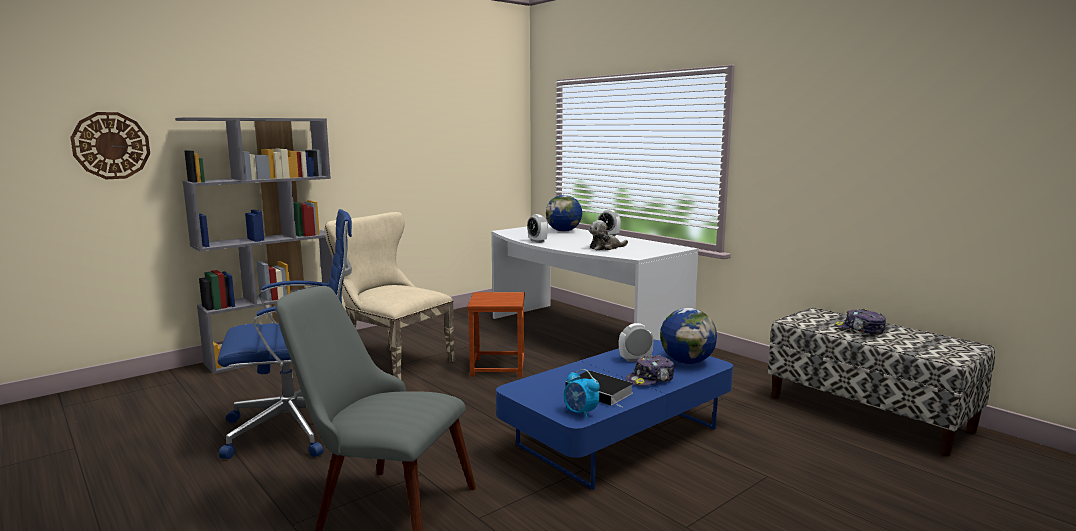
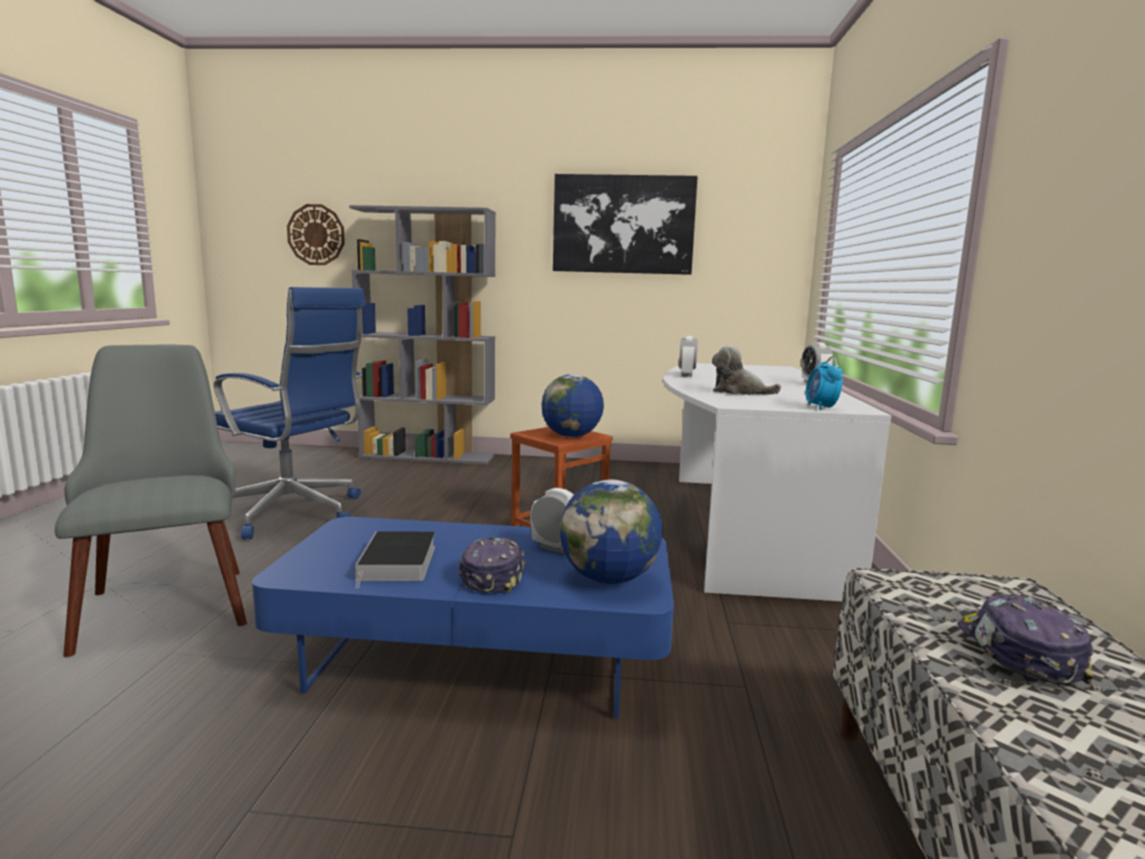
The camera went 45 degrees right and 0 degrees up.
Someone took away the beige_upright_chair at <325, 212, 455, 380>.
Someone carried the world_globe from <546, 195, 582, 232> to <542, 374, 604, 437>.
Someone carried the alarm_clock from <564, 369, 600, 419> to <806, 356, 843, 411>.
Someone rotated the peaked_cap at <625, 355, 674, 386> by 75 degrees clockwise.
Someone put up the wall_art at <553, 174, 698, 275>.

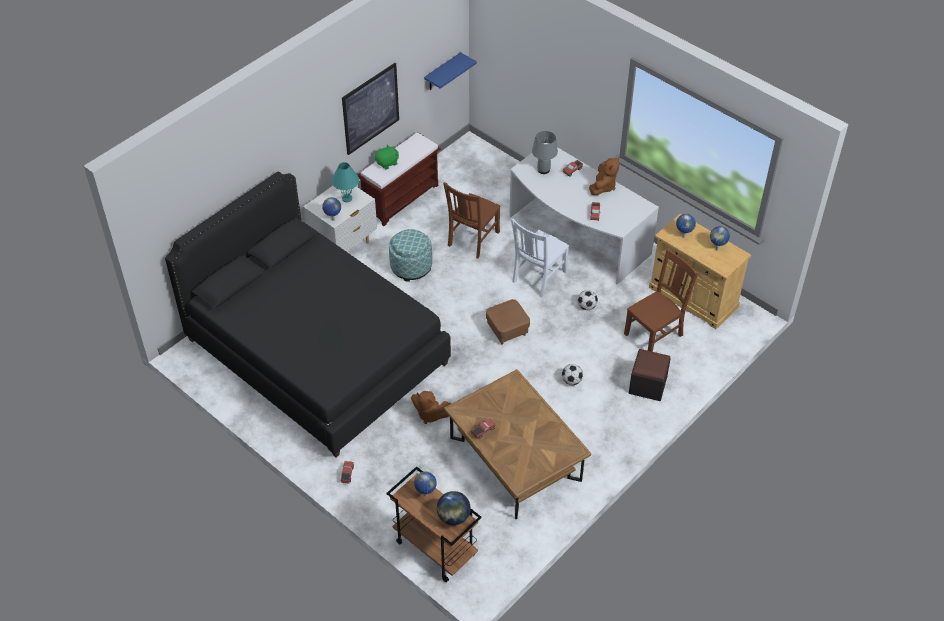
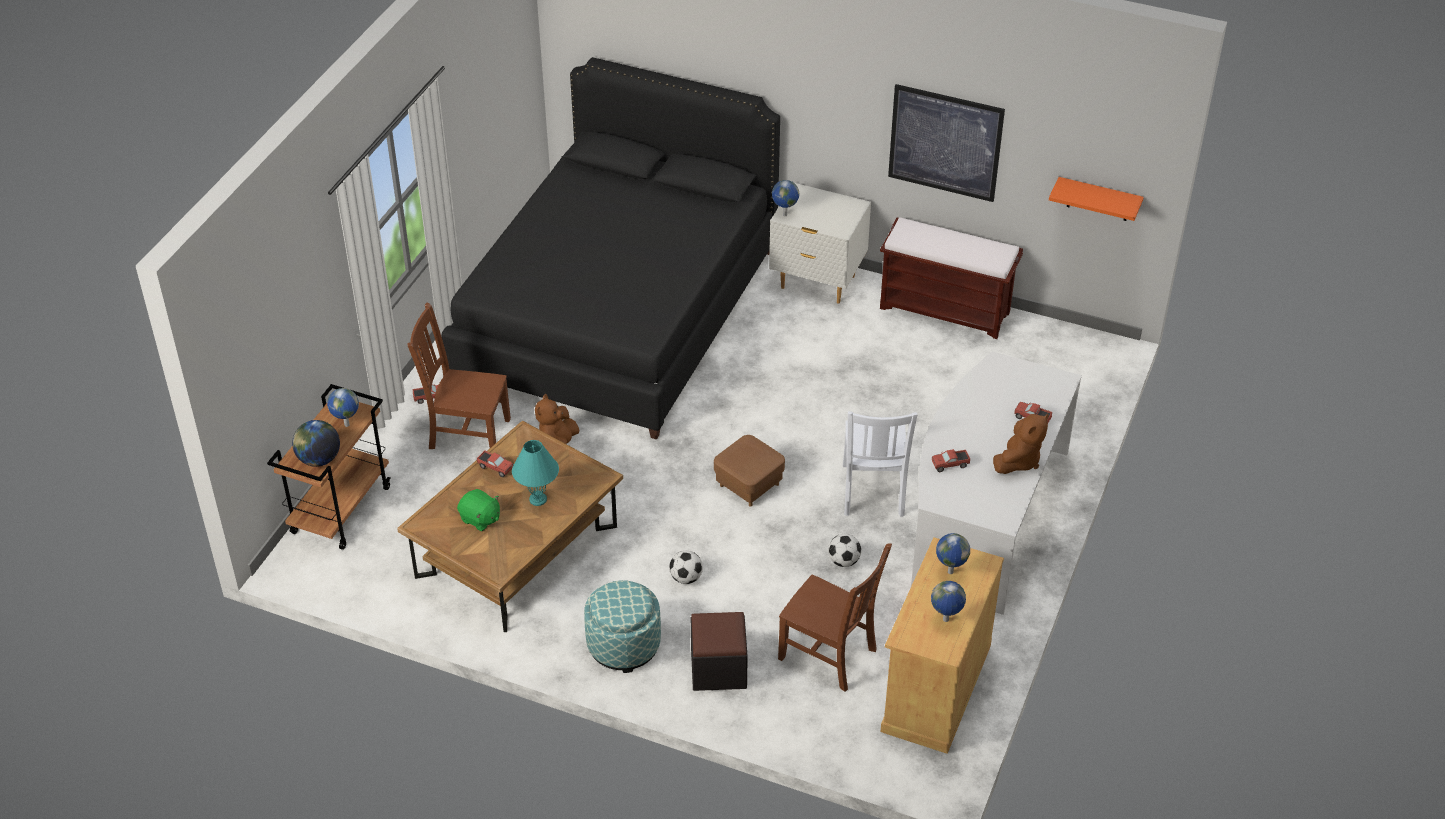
The camera went 70 degrees right and 5 degrees down.
Someone carried the turquoise-coloured_table_lamp from <331, 162, 359, 202> to <512, 440, 559, 506>.
Someone carried the green_cuddly_toy from <375, 145, 399, 169> to <457, 489, 500, 531>.
Someone carried the pouffe from <389, 229, 432, 282> to <584, 580, 661, 673>.
Someone repainted the blue_shelf at <424, 52, 477, 90>, which became the orangey_shelf at <1049, 177, 1144, 221>.
Someone carried the brown-coloured_upright_chair from <443, 182, 500, 259> to <408, 303, 511, 449>.
Someone rotated the white-coloured_upright_chair at <511, 218, 569, 298> by 105 degrees counterclockwise.
Someone took away the greyish_table_lamp at <532, 131, 558, 174>.
Someone rotated the brown-coloured_cuddly_toy at <589, 157, 620, 195> by 60 degrees counterclockwise.

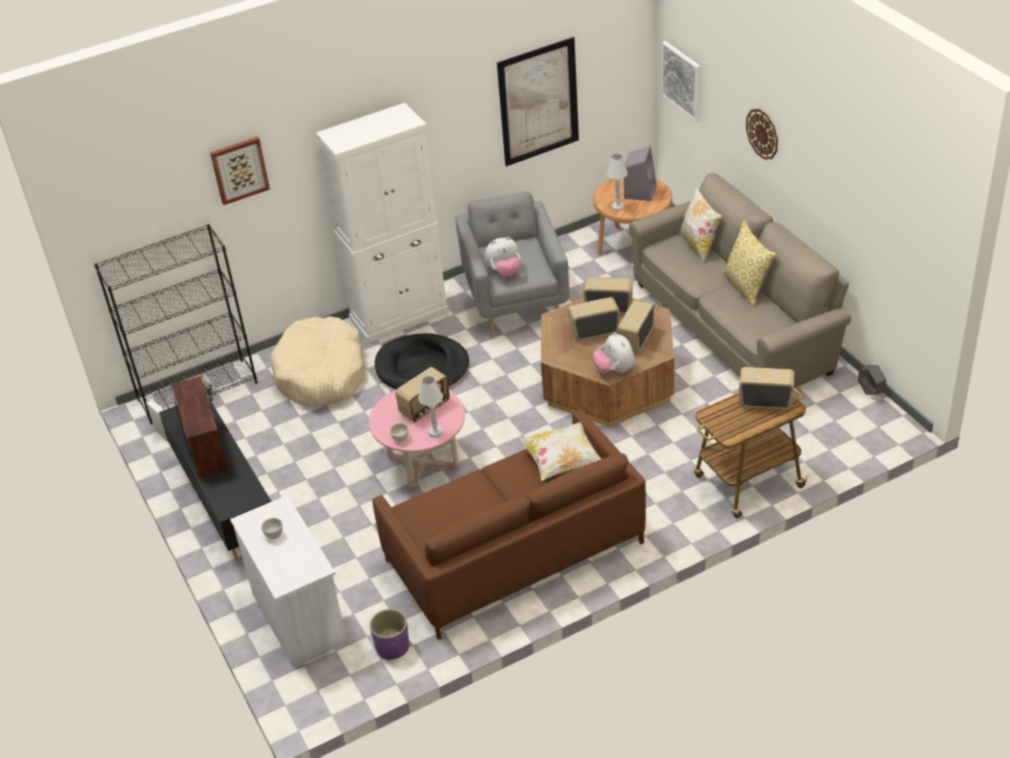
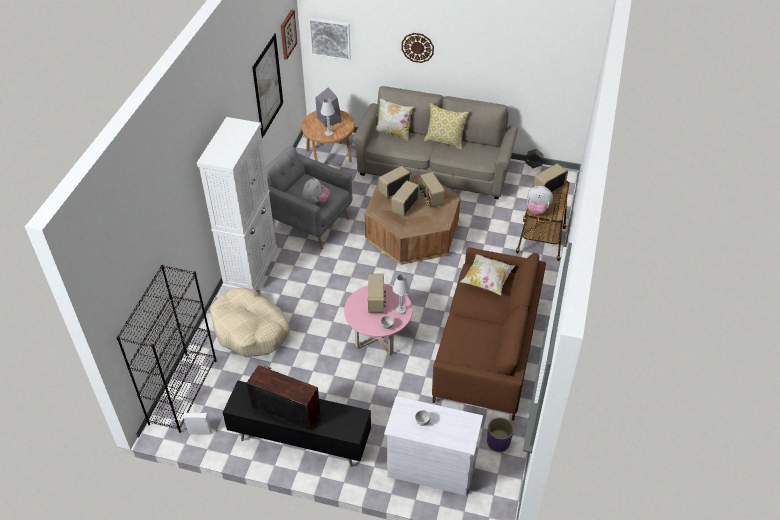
The camera went 50 degrees left and 5 degrees up.
Someone carried the wall_art from <210, 137, 270, 205> to <281, 9, 297, 60>.
Someone took away the black-coloured_dog_cushion at <375, 333, 469, 390>.
Someone carried the cuddly_toy from <593, 332, 635, 374> to <527, 186, 553, 215>.

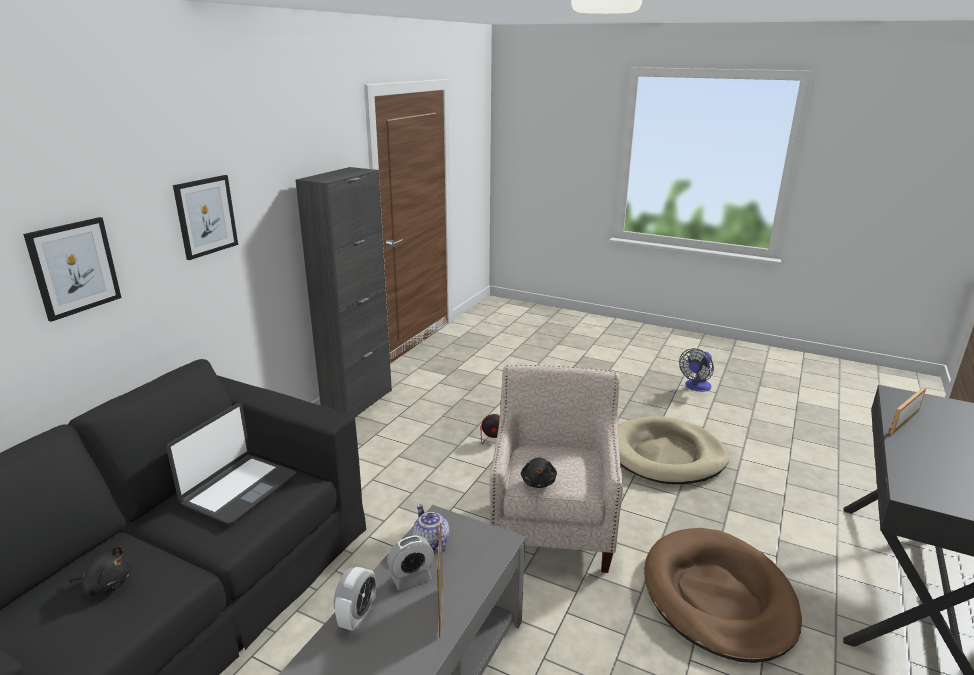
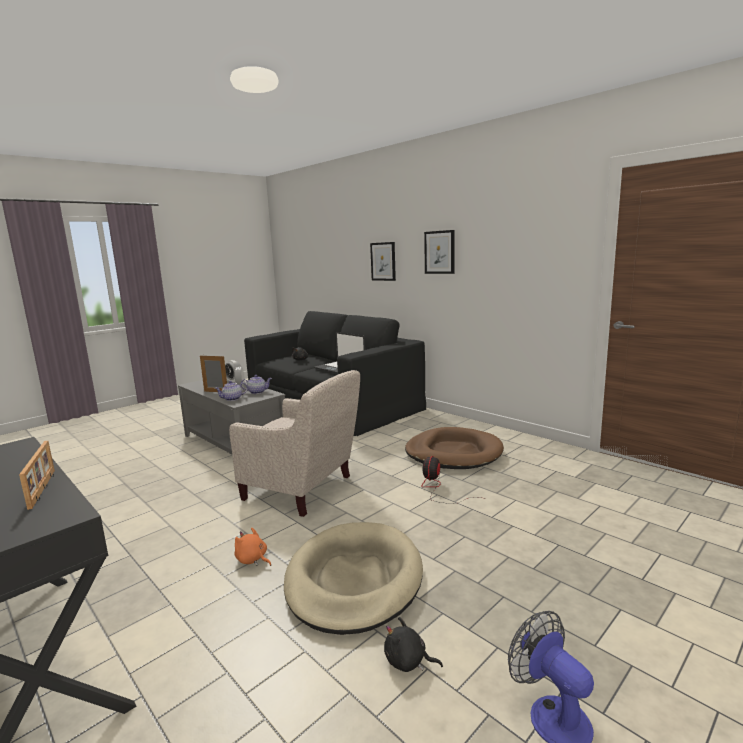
The camera went 110 degrees right and 10 degrees down.
Someone took away the black-coloured_storage_cabinet at <296, 167, 392, 417>.
Someone carried the black-coloured_cuddly_toy from <521, 457, 557, 488> to <384, 617, 443, 672>.
Someone carried the brown-coloured_dog_cushion from <644, 528, 802, 663> to <405, 427, 504, 469>.
Someone put down the tea_pot at <214, 381, 248, 401>.
Someone put down the orangey_cuddly_toy at <234, 527, 271, 566>.

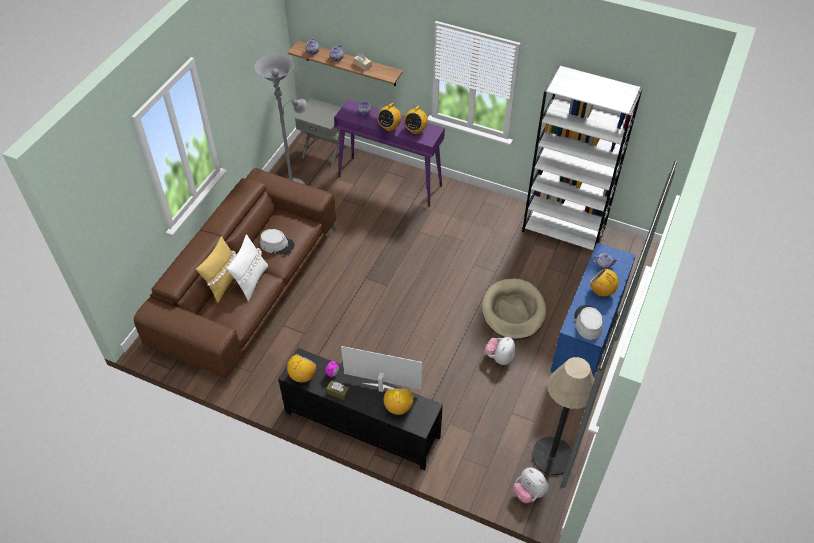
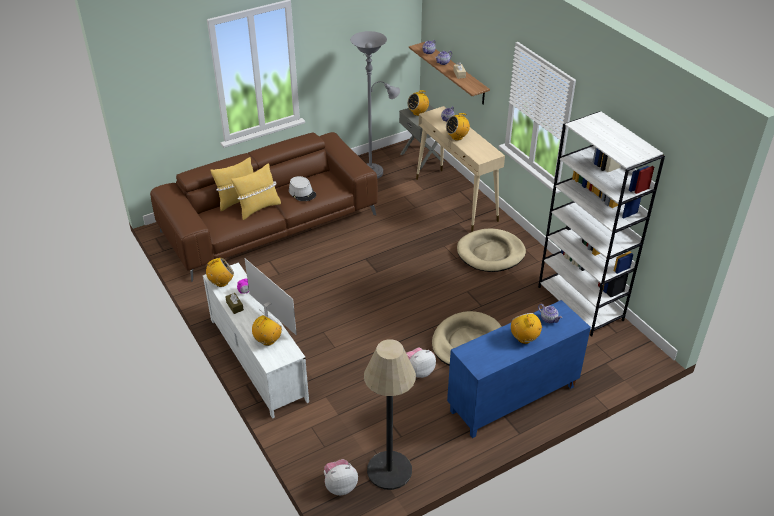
The camera went 35 degrees right and 10 degrees down.
Someone repainted the white-coloured_throw_pillow at <227, 234, 268, 301>, which became the yellow_throw_pillow at <231, 163, 281, 220>.
Someone repainted the black-coloured_tv_stand at <278, 348, 443, 470>, which became the white-coloured_tv_stand at <203, 263, 309, 419>.
Someone repainted the purple_console_table at <334, 99, 445, 207>, which became the beige_console_table at <416, 106, 505, 232>.
Someone carried the radio_receiver from <404, 106, 428, 134> to <407, 90, 429, 116>.
Someone rotated the cuddly_toy at <513, 467, 549, 503> by 75 degrees clockwise.
Someone took away the greyish_clothing_hat at <574, 305, 603, 340>.
Someone put down the beige_dog_cushion at <457, 228, 526, 272>.

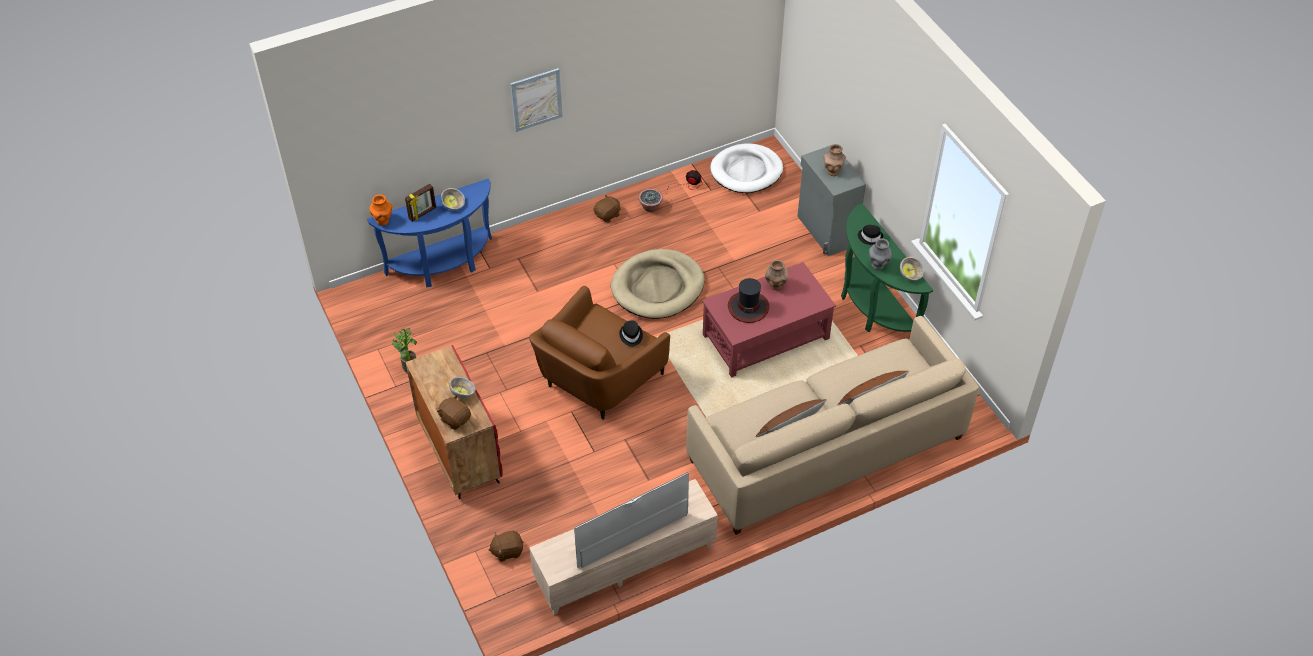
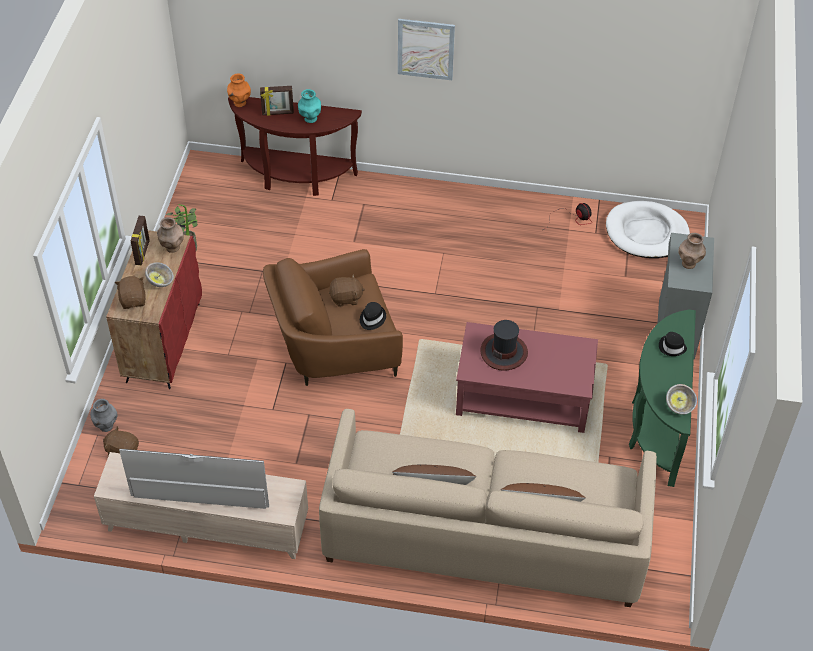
The camera went 35 degrees right and 0 degrees up.
Someone repainted the blue_console_table at <367, 179, 492, 287>, which became the brown-coloured_console_table at <228, 97, 362, 196>.
Someone swapped the bowl at <441, 188, 465, 210> for the turquoise-coloured_vase at <298, 89, 321, 123>.
Someone carried the brown-coloured_cuddly_toy from <594, 194, 621, 223> to <329, 274, 365, 307>.
Someone took away the beige_dog_cushion at <611, 249, 705, 319>.
Someone took away the houseplant at <639, 189, 663, 212>.
Someone carried the brown-coloured_vase from <765, 260, 788, 290> to <157, 217, 184, 253>.
Someone carried the greyish_vase from <869, 238, 892, 270> to <90, 399, 118, 432>.
Someone put down the photo_frame at <131, 216, 150, 265>.

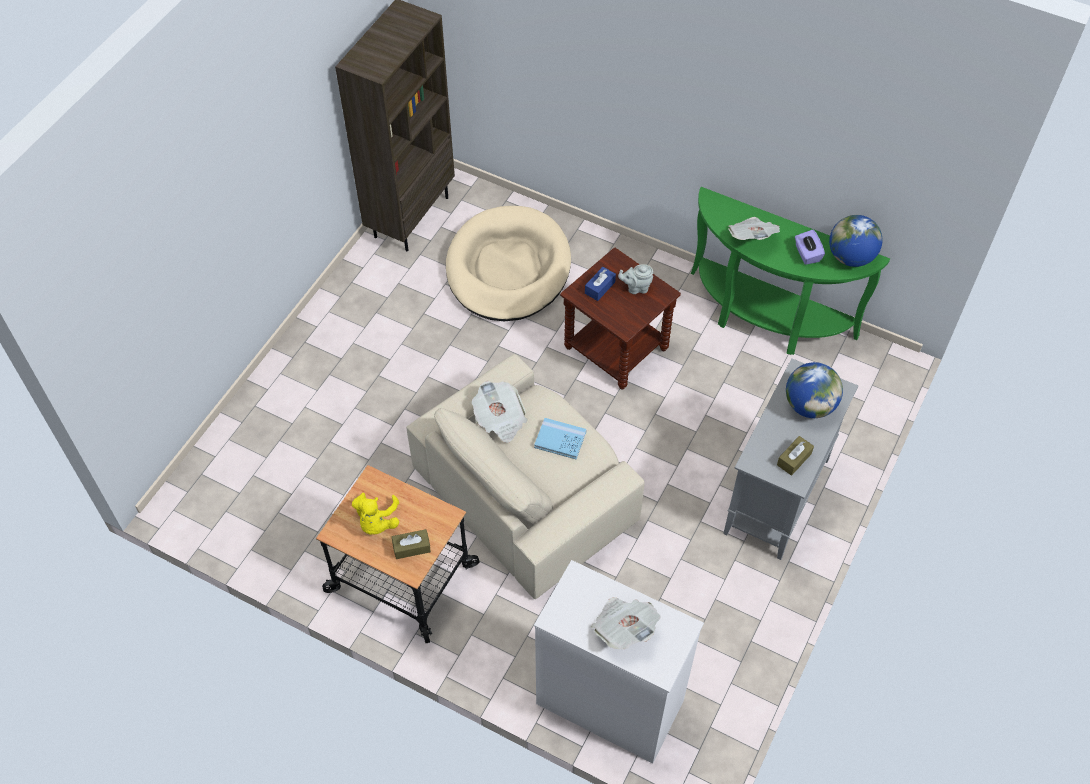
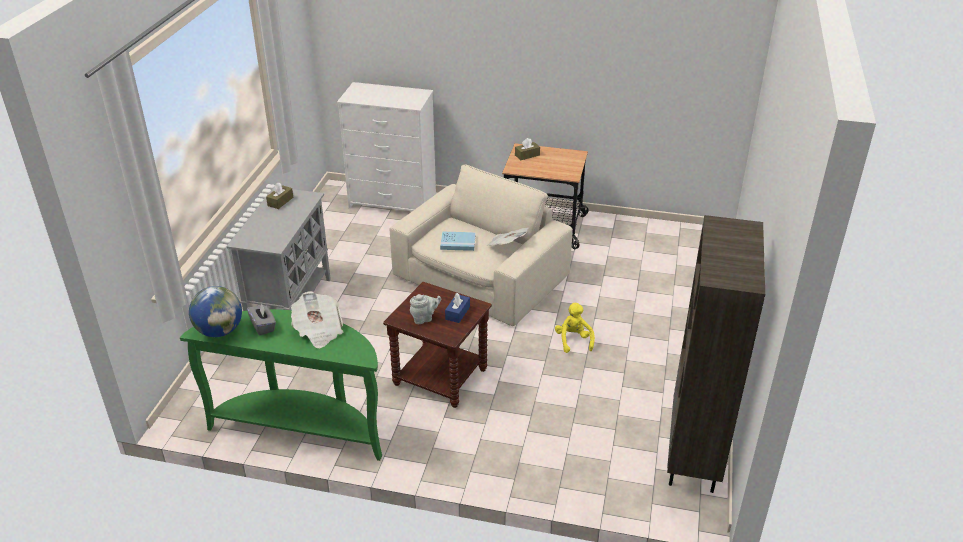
The camera went 165 degrees right and 20 degrees down.
Someone carried the yellow_cuddly_toy from <352, 493, 399, 534> to <555, 303, 595, 353>.
Someone took away the beige_dog_cushion at <446, 206, 571, 322>.
Someone took away the printed_paper at <591, 597, 661, 649>.
Someone took away the world_globe at <786, 362, 843, 418>.
Someone repainted the purple_tissue_holder at <795, 230, 825, 265>, which became the greyish_tissue_holder at <247, 303, 276, 336>.

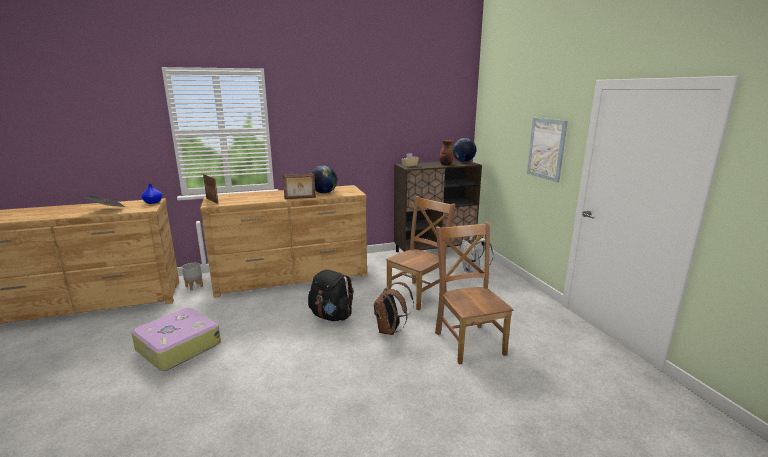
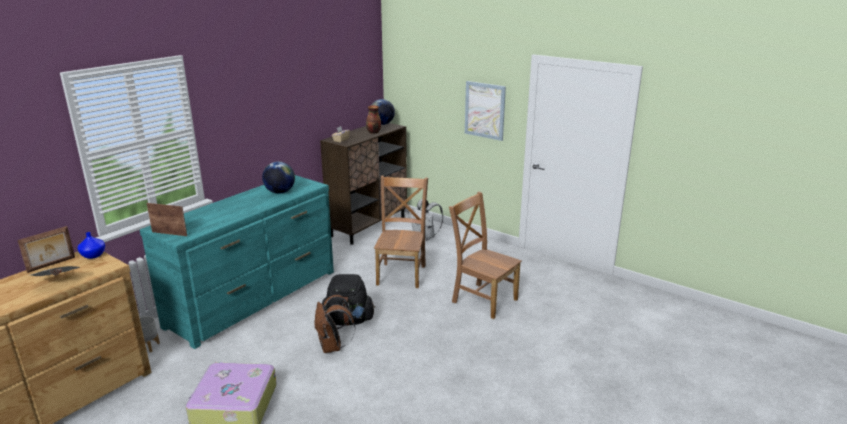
The camera went 35 degrees left and 5 degrees up.
Someone repainted the brown-coloured_drawer_chest at <200, 185, 367, 298>, which became the turquoise-coloured_drawer_chest at <140, 175, 334, 349>.
Someone carried the photo_frame from <283, 173, 316, 199> to <18, 226, 75, 273>.
Someone carried the brown-coloured_knapsack from <374, 282, 414, 335> to <314, 295, 355, 353>.

